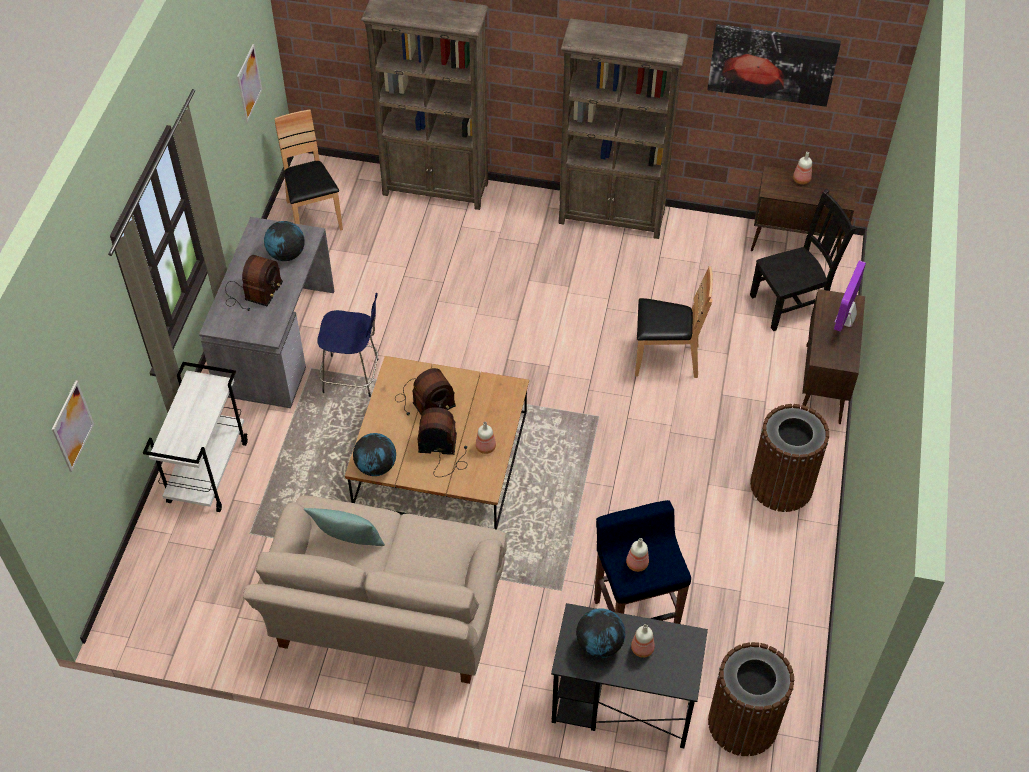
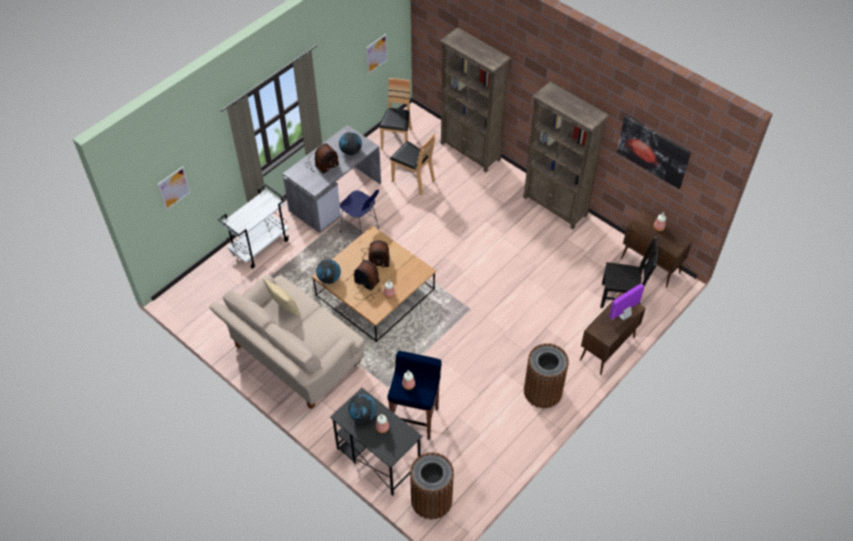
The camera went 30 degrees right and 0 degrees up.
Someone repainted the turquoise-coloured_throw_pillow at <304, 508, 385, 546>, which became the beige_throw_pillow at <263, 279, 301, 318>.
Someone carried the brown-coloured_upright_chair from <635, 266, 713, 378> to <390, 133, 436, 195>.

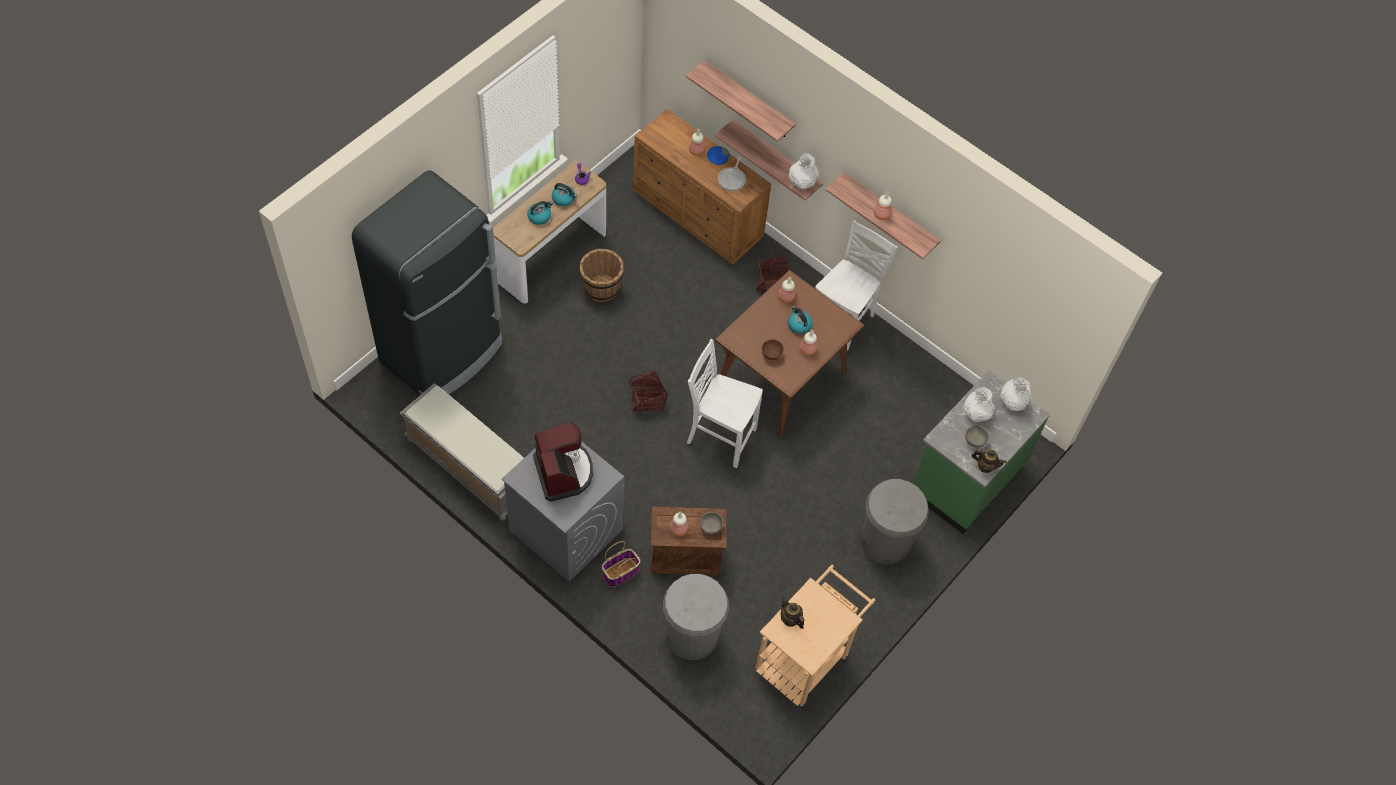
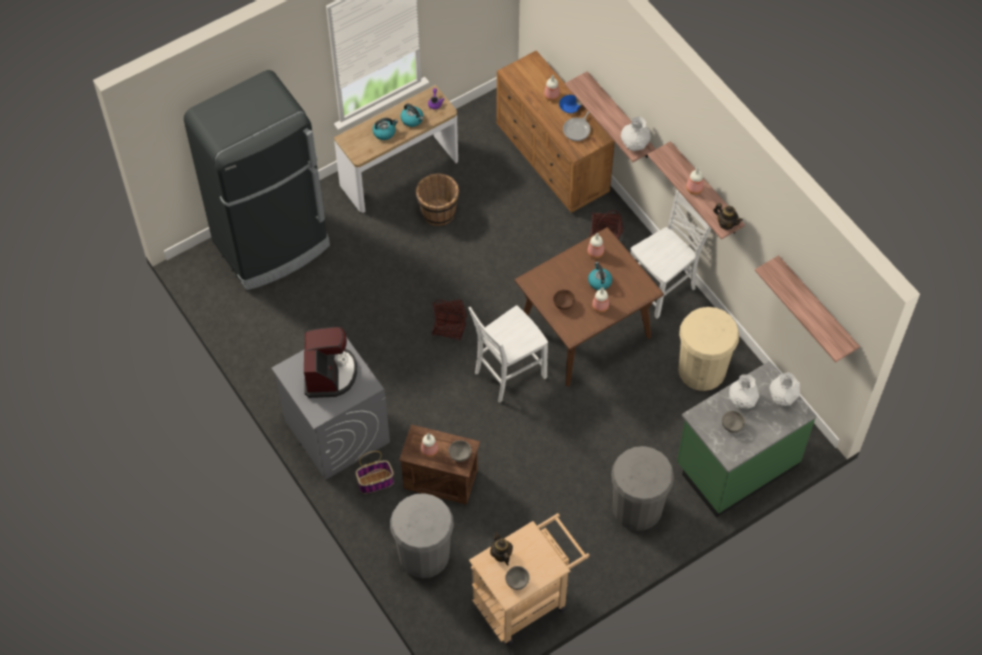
The camera went 20 degrees right and 0 degrees up.
Someone took away the greyish_indoor_bench at <399, 383, 524, 520>.
Someone carried the shelf from <686, 60, 796, 142> to <755, 255, 860, 362>.
Someone rotated the white-coloured_upright_chair at <687, 339, 763, 468> by 75 degrees counterclockwise.
Someone carried the tea_pot from <971, 449, 1006, 473> to <713, 203, 743, 230>.
Someone put down the greyish_bowl at <505, 566, 530, 590>.
Someone put down the beige_rubbish_bin at <678, 307, 739, 391>.

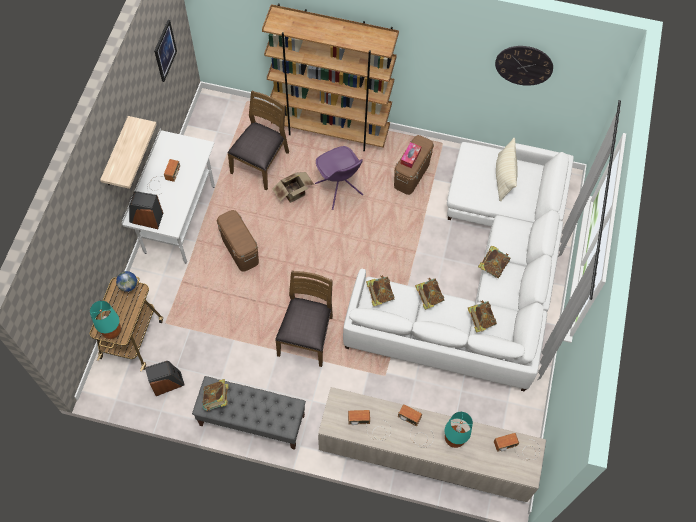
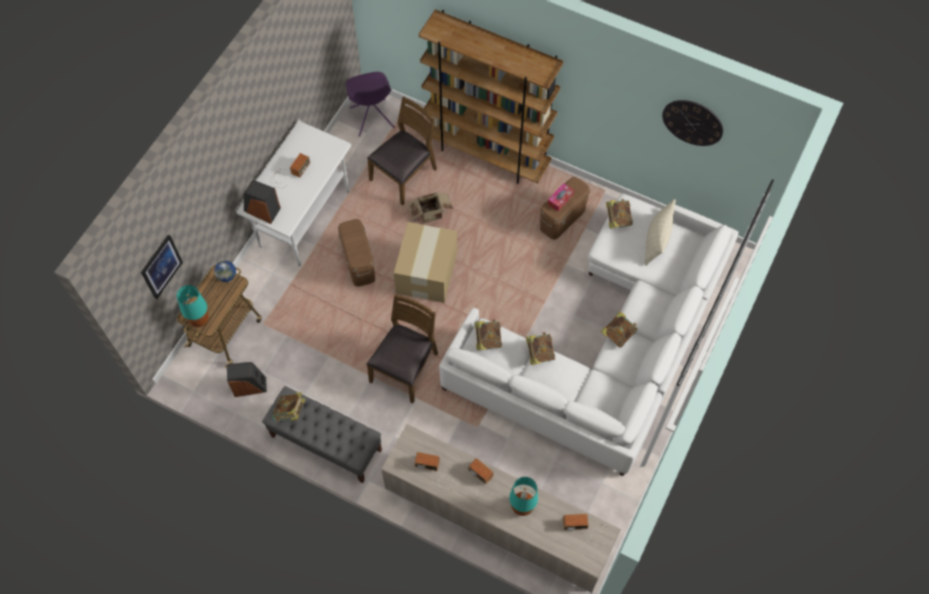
The camera went 15 degrees right and 0 degrees up.
Someone took away the shelf at <100, 116, 157, 189>.
Someone carried the wall_art from <154, 20, 177, 82> to <141, 235, 183, 299>.
Someone carried the purple_upright_chair from <315, 146, 363, 210> to <346, 72, 395, 137>.
Someone carried the bound_book from <468, 300, 497, 333> to <606, 199, 633, 228>.
Someone put down the cardboard_box at <394, 222, 457, 303>.

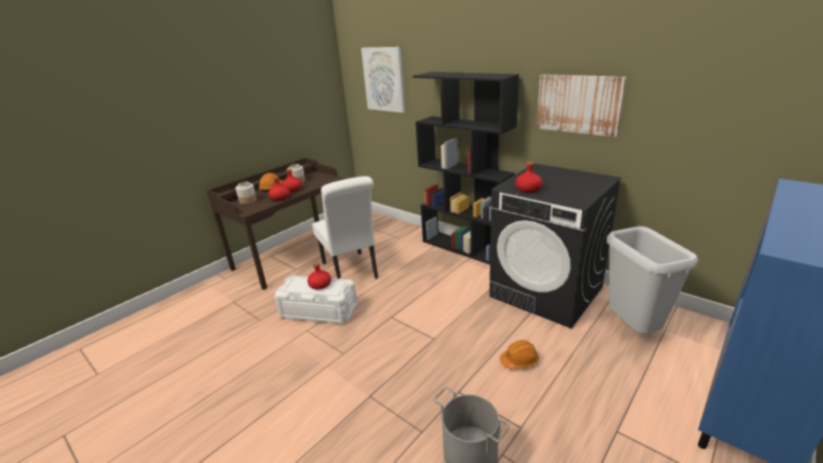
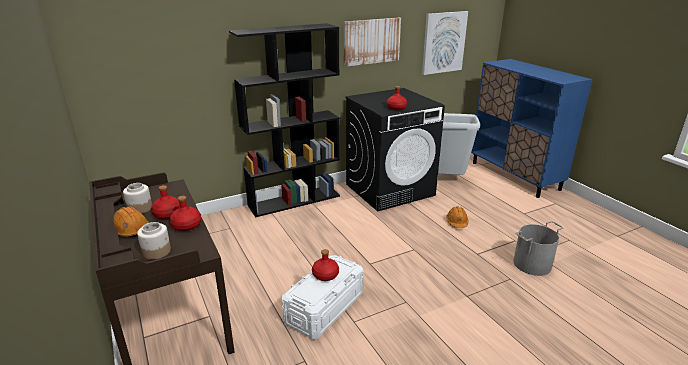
The camera went 70 degrees left and 0 degrees up.
Someone took away the white-coloured_upright_chair at <312, 176, 378, 279>.
Someone carried the wall_art from <361, 47, 405, 113> to <422, 11, 468, 75>.

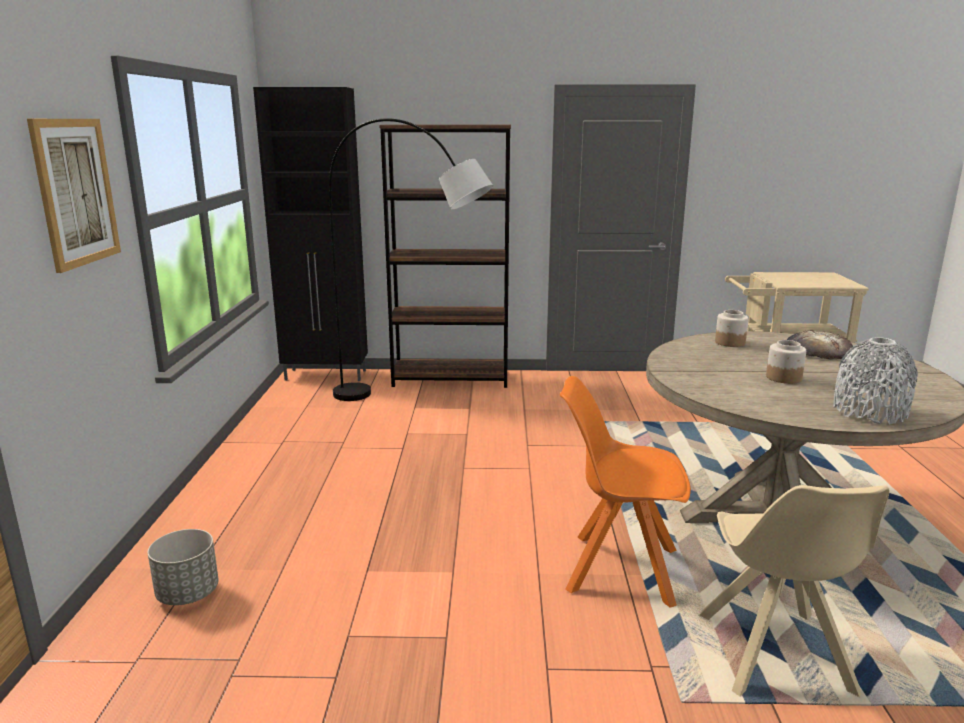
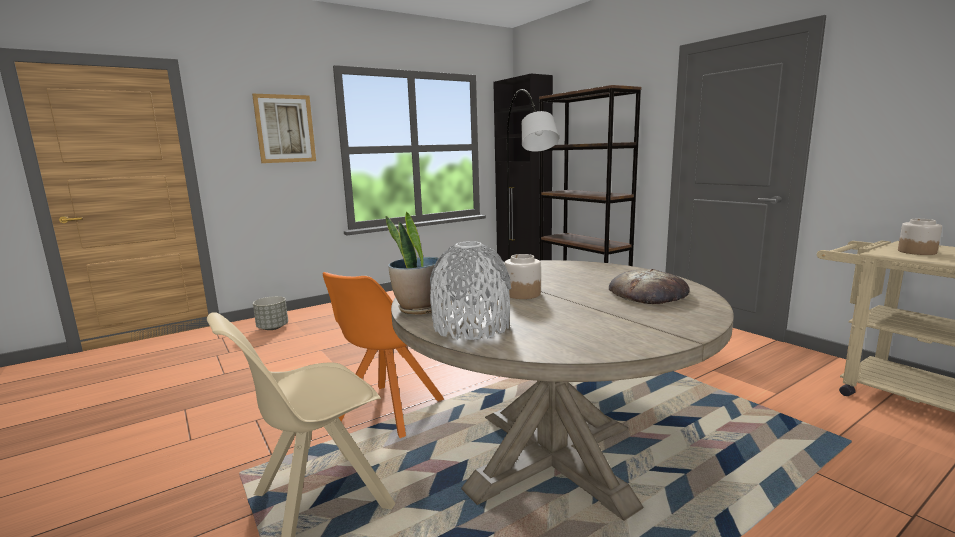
The camera went 55 degrees right and 5 degrees down.
Someone rotated the orangey_upright_chair at <560, 376, 691, 608> by 135 degrees counterclockwise.
Someone carried the preserve_jar from <715, 310, 749, 347> to <898, 219, 942, 255>.
Someone put down the houseplant at <386, 212, 442, 315>.

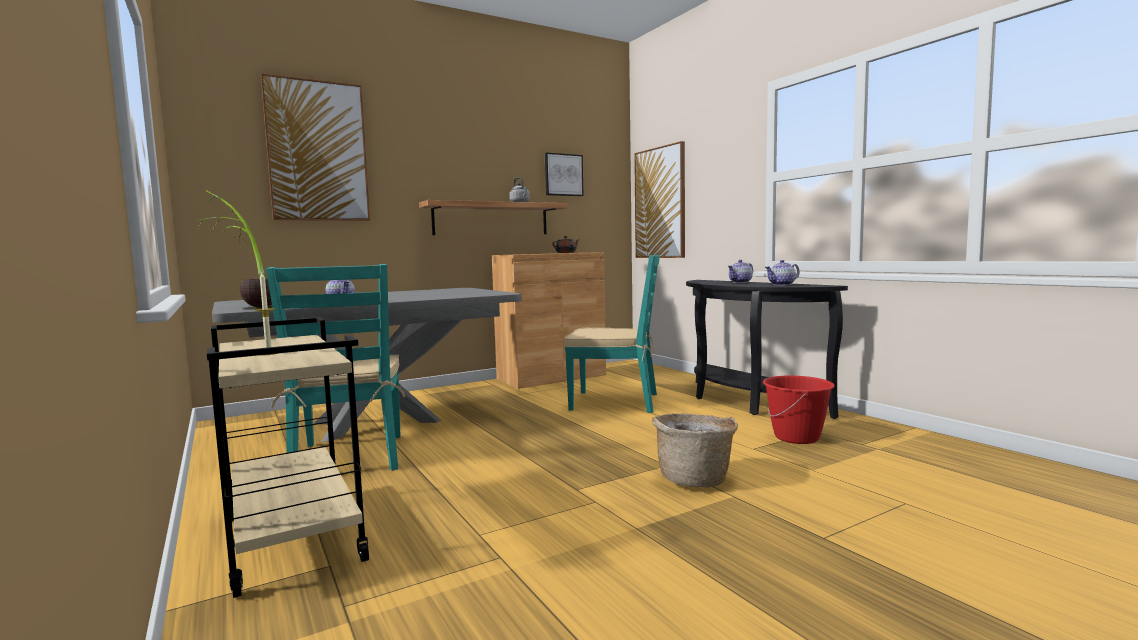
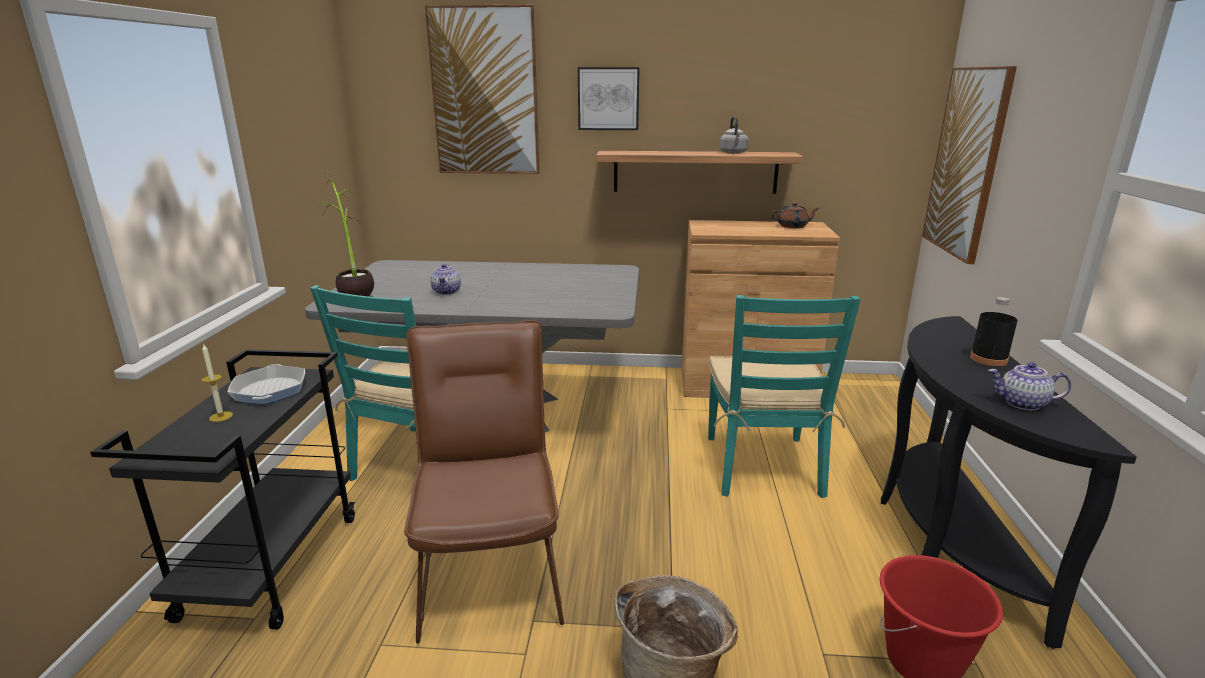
The camera went 35 degrees right and 15 degrees up.
Someone repainted the beige_wheeled_cart at <207, 318, 369, 598>, which became the black-coloured_wheeled_cart at <90, 349, 355, 630>.
Someone carried the wall_art from <545, 152, 584, 196> to <578, 67, 640, 130>.
Someone rotated the turquoise-coloured_upright_chair at <564, 254, 660, 413> by 45 degrees clockwise.
Someone swapped the tea_pot at <728, 260, 753, 283> for the black-coloured_bottle at <970, 297, 1018, 366>.
Someone put down the skillet at <227, 364, 305, 405>.
Someone put down the brown-coloured_upright_chair at <404, 320, 564, 644>.

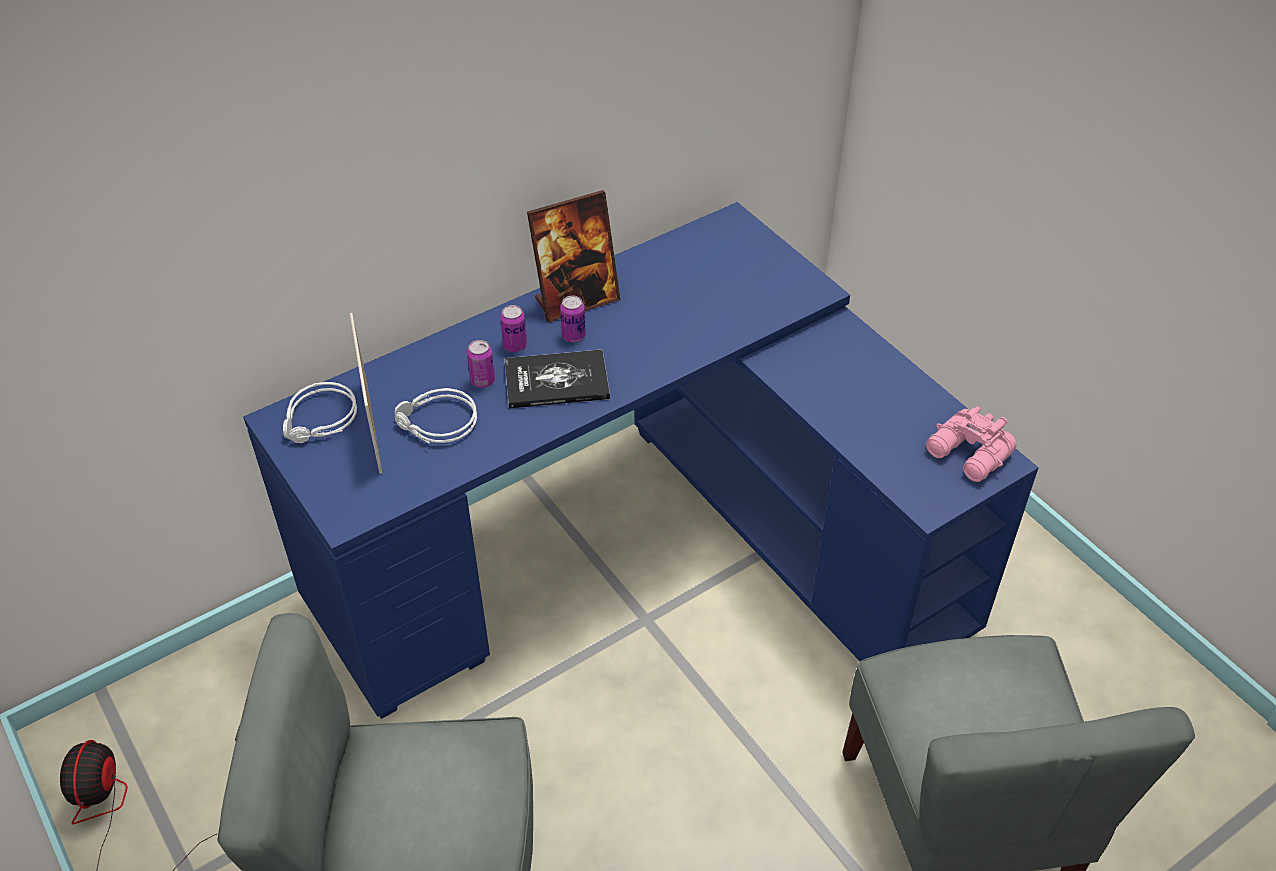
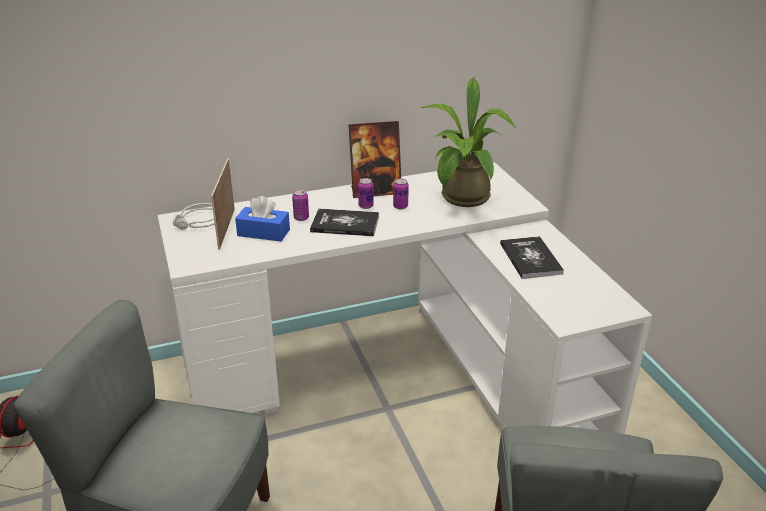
The camera went 15 degrees right and 15 degrees down.
Someone repainted the blue_desk_unit at <243, 202, 1039, 719>, which became the white-coloured_desk_unit at <158, 162, 652, 434>.
Someone swapped the greyish_pair_of_headphones at <395, 388, 477, 444> for the blue_tissue_holder at <235, 196, 290, 242>.
Someone carried the can from <500, 305, 527, 352> to <393, 179, 409, 209>.
Someone took away the pinkish_binoculars at <926, 406, 1017, 482>.
Someone put down the houseplant at <422, 78, 516, 207>.
Someone put down the bound_book at <500, 236, 564, 279>.

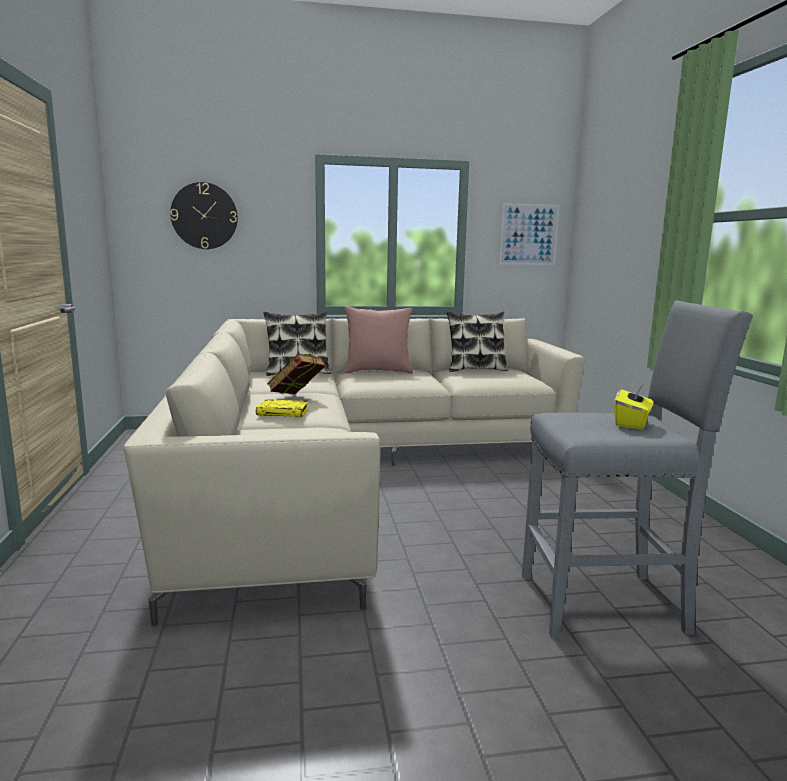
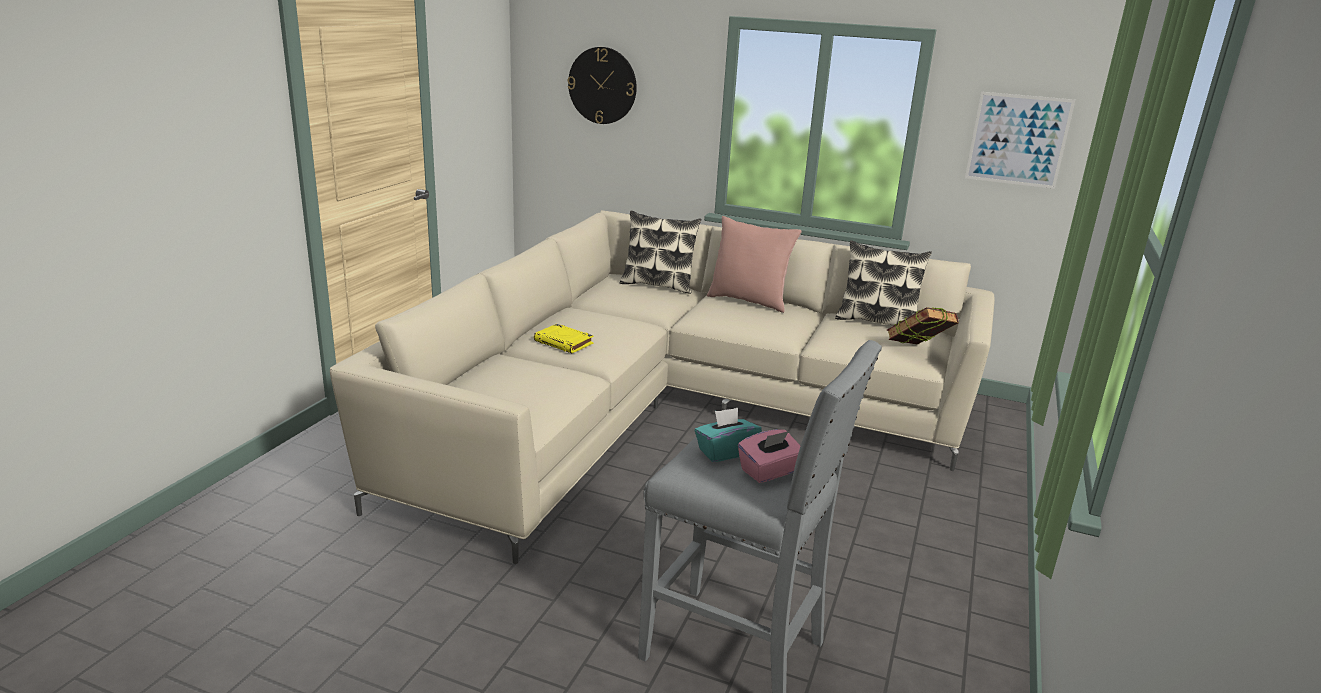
The camera went 30 degrees right and 10 degrees up.
Someone carried the bound_book from <267, 353, 326, 394> to <887, 307, 959, 344>.
Someone repainted the yellow_tissue_holder at <614, 383, 653, 429>, which became the pinkish_tissue_holder at <738, 429, 801, 483>.
Someone put down the turquoise-coloured_tissue_holder at <695, 408, 762, 462>.

